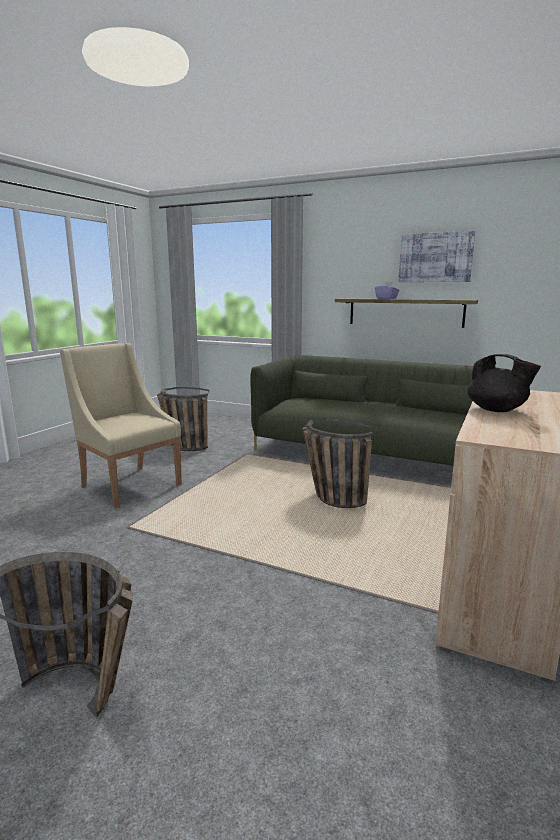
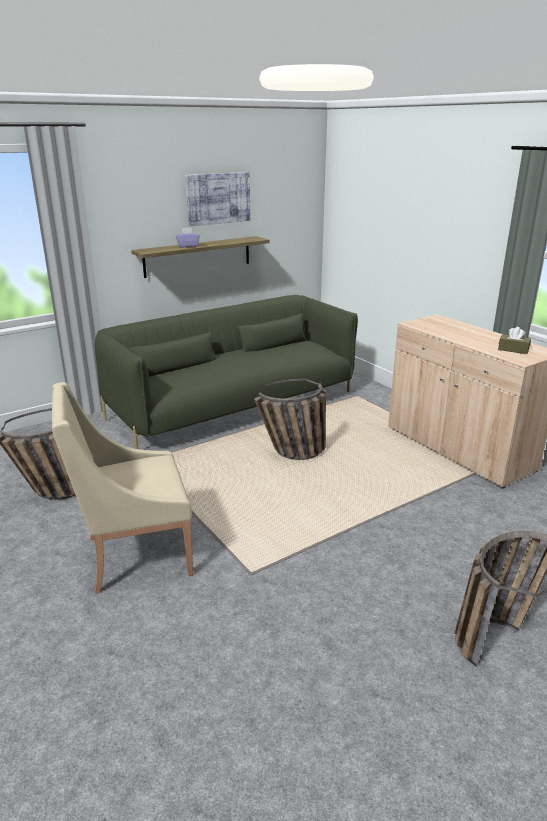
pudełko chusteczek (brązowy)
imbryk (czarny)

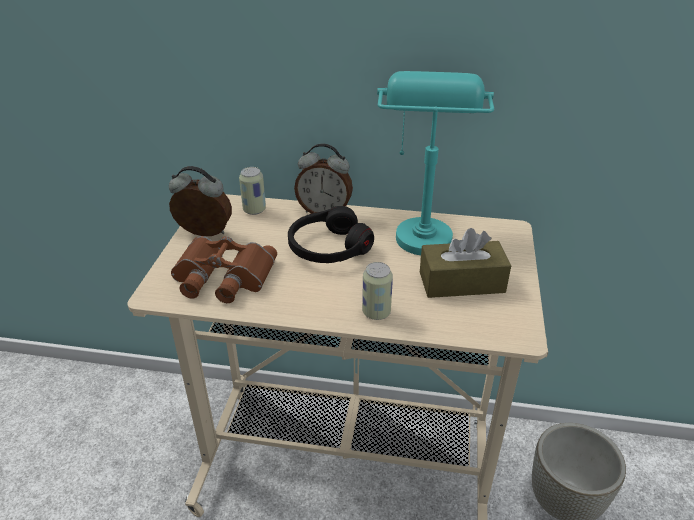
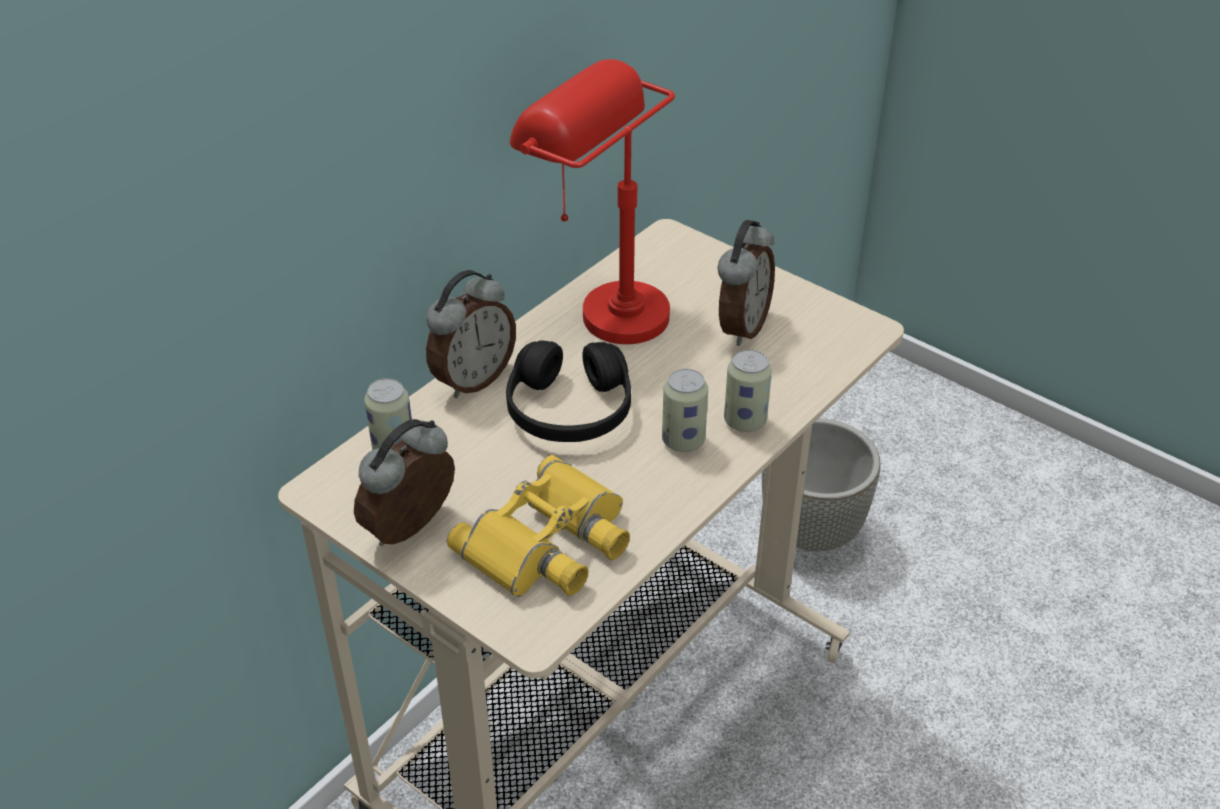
lornetka (żółty)
lampa stołowa (czerwony)
puszka (no. 2 from left)
budzik (no. 3 from left)

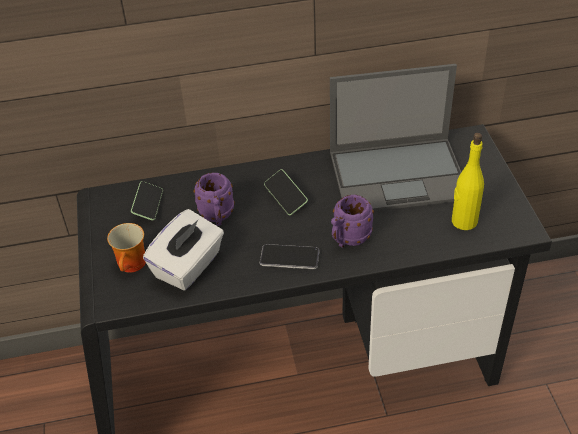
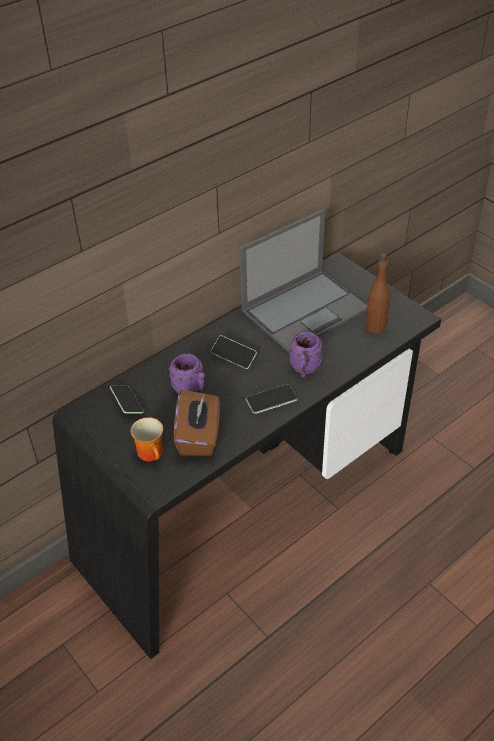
pudełko chusteczek (brązowy)
butelka (brązowy)

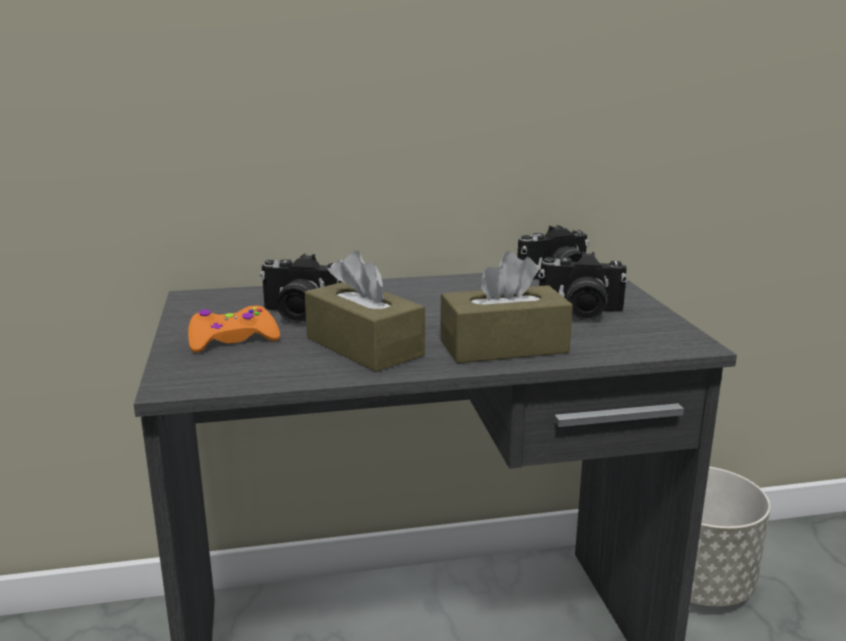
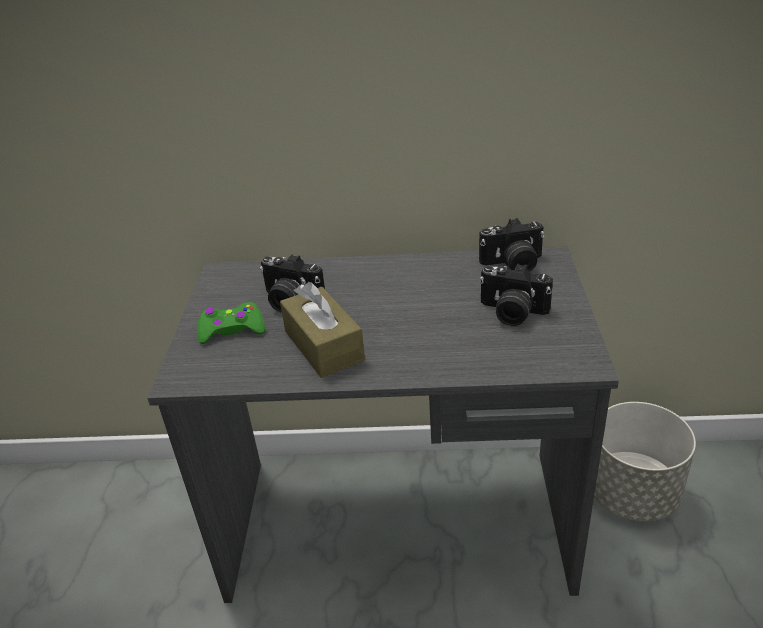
pad do gier (zielony)
pudełko chusteczek (brązowy) (no. 2 from left in the first image)

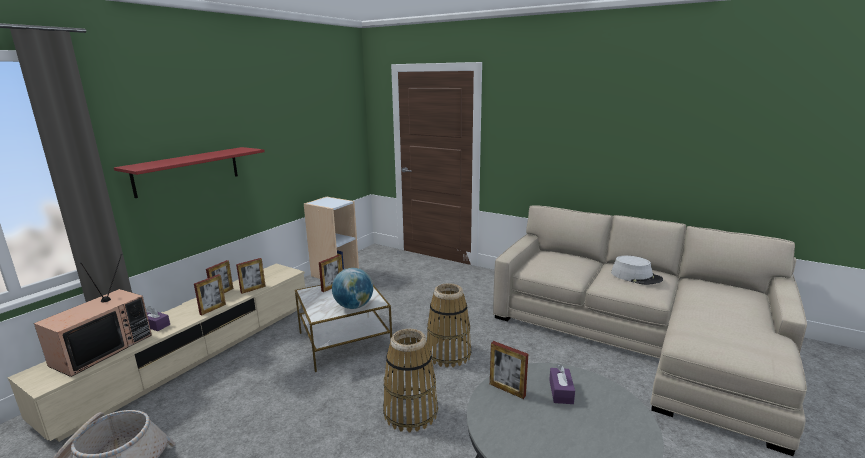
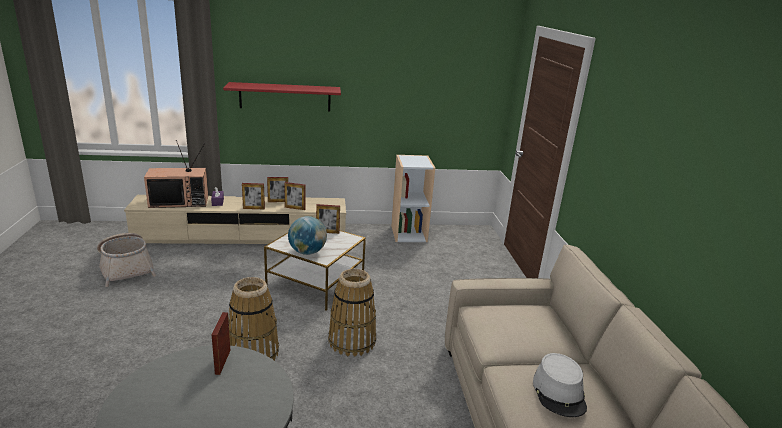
pudełko chusteczek (fioletowy) (no. 2 from left in the first image)

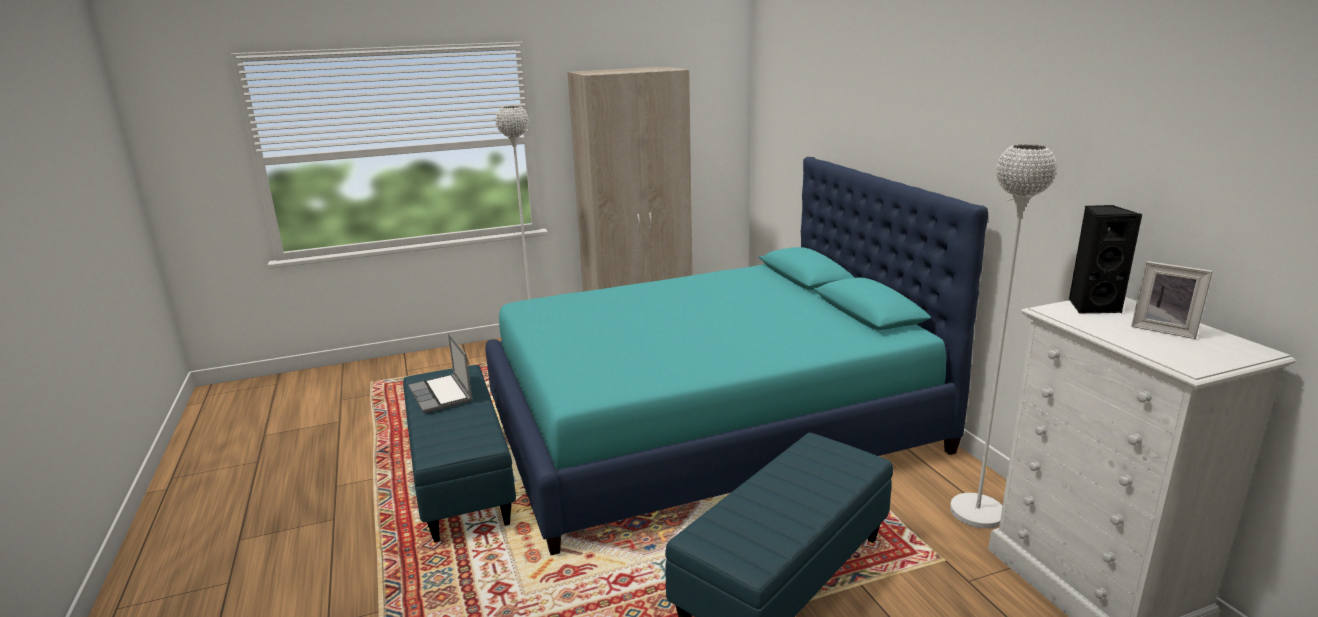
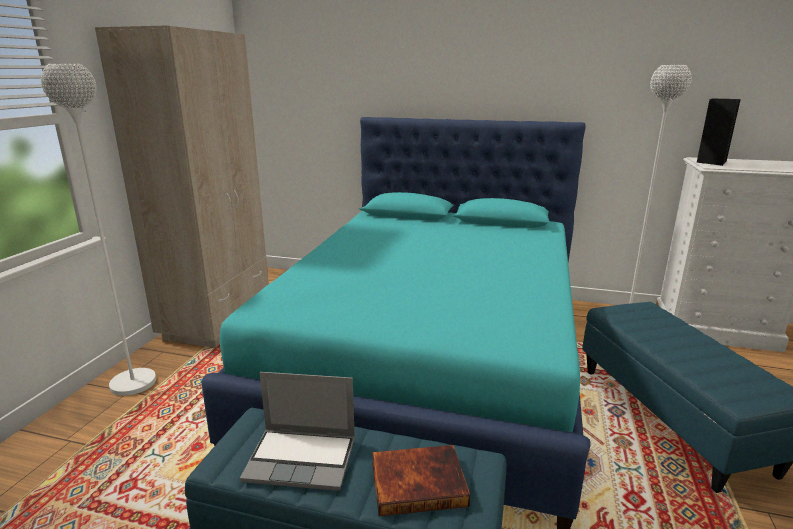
książka
ramka na zdjęcie

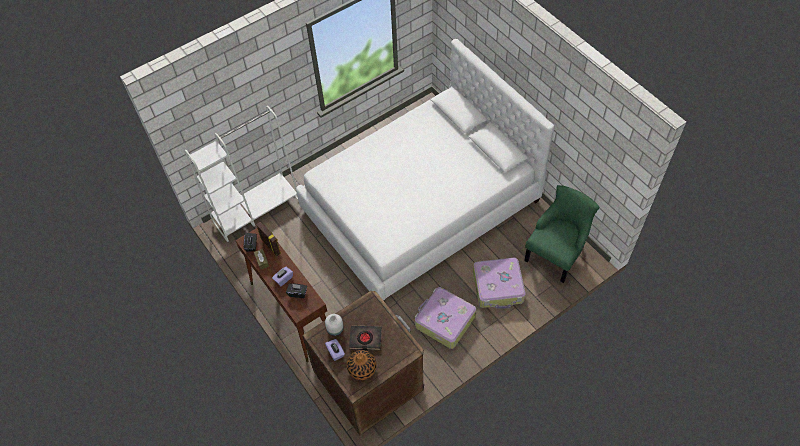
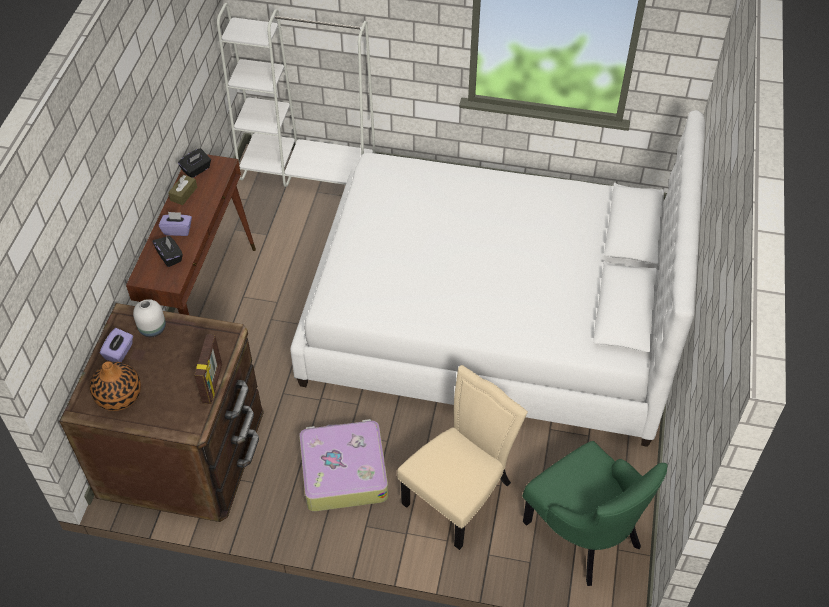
ramka na zdjęcie
krzesło (beżowy)
krzesło (zielony)
książka (czarny)

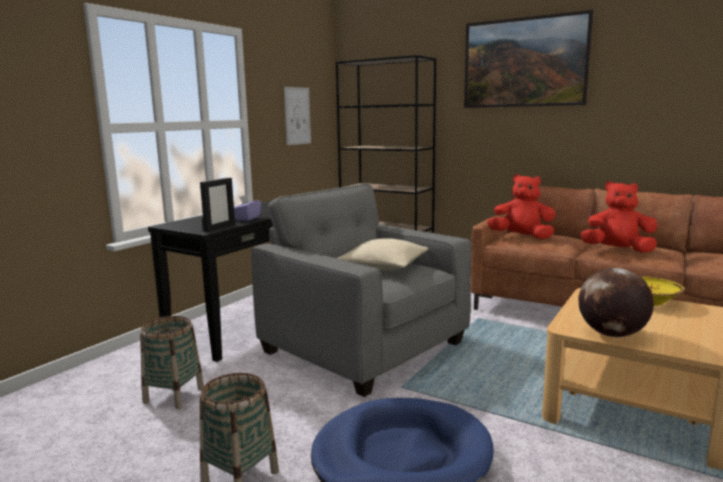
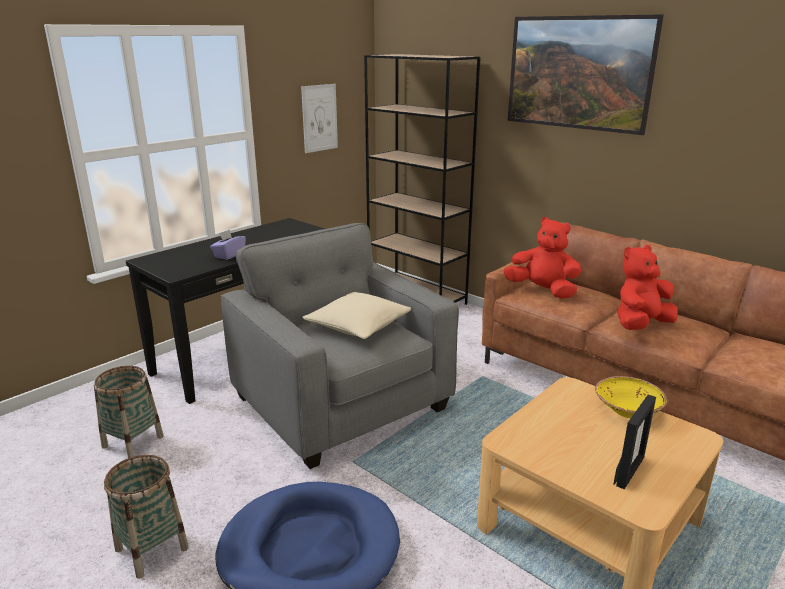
ramka na zdjęcie
pluszak (czerwony) (no. 2 from left)
globus

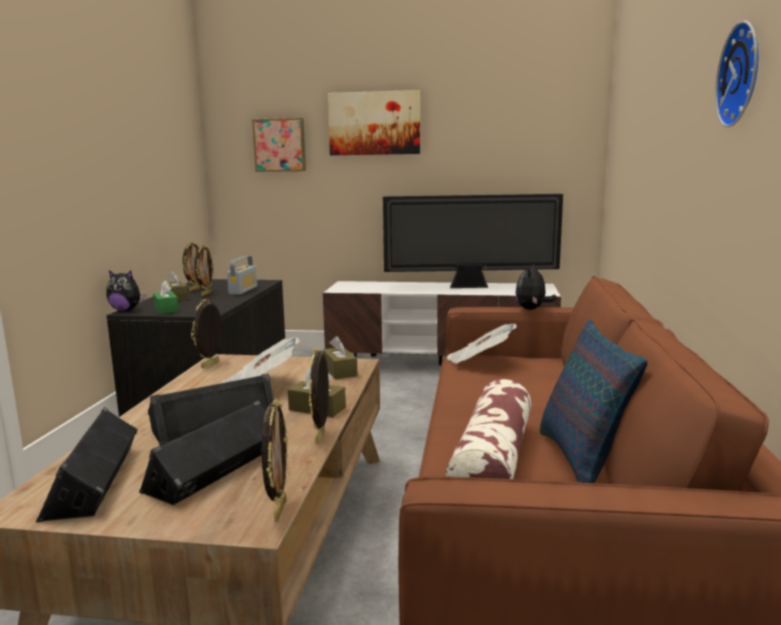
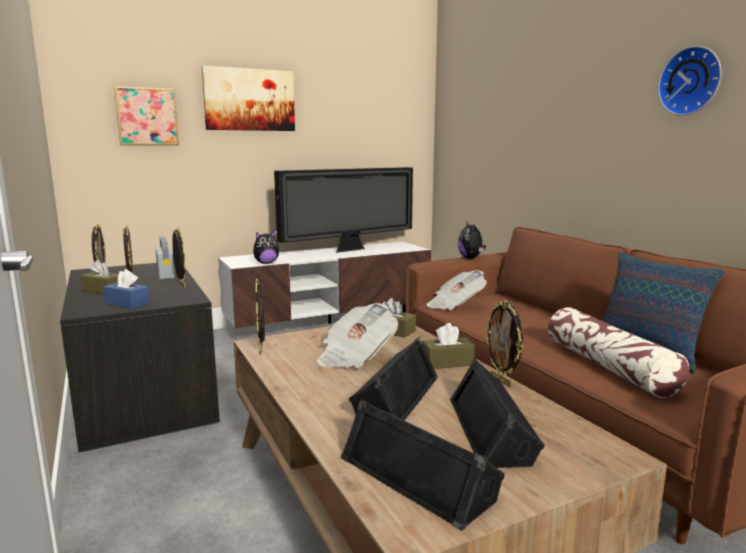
pudełko chusteczek (niebieski)
ramka na zdjęcie (no. 3 from left)
pluszak (no. 1 from left)

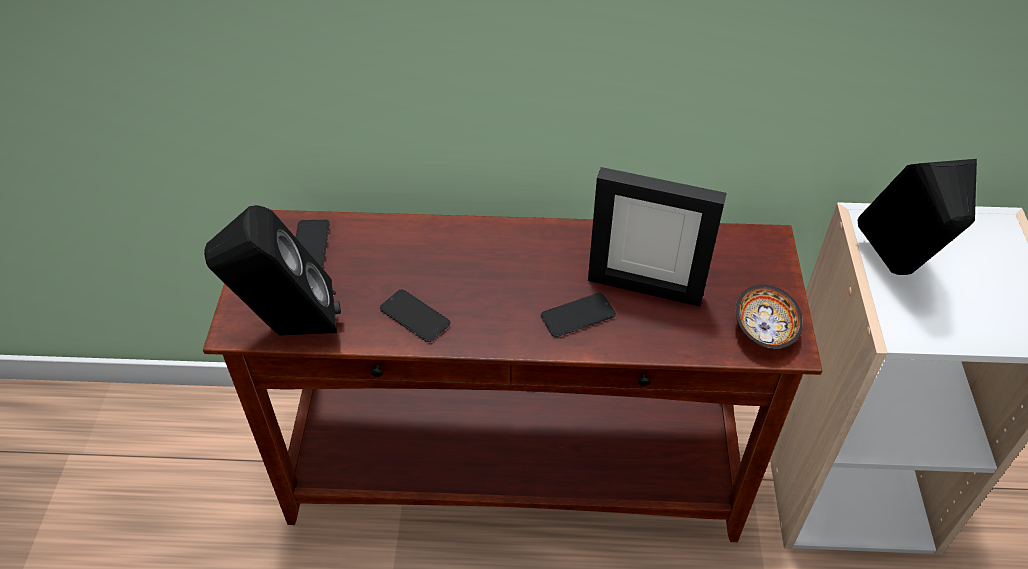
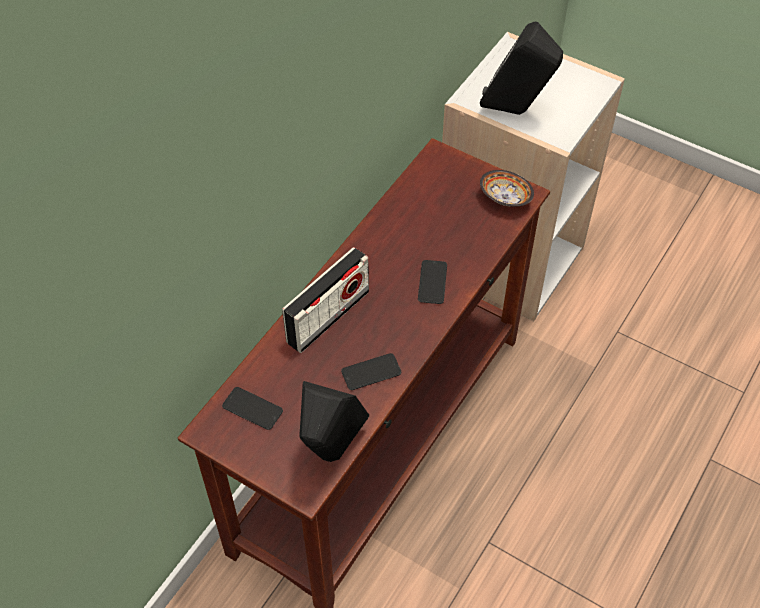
radio
ramka na zdjęcie

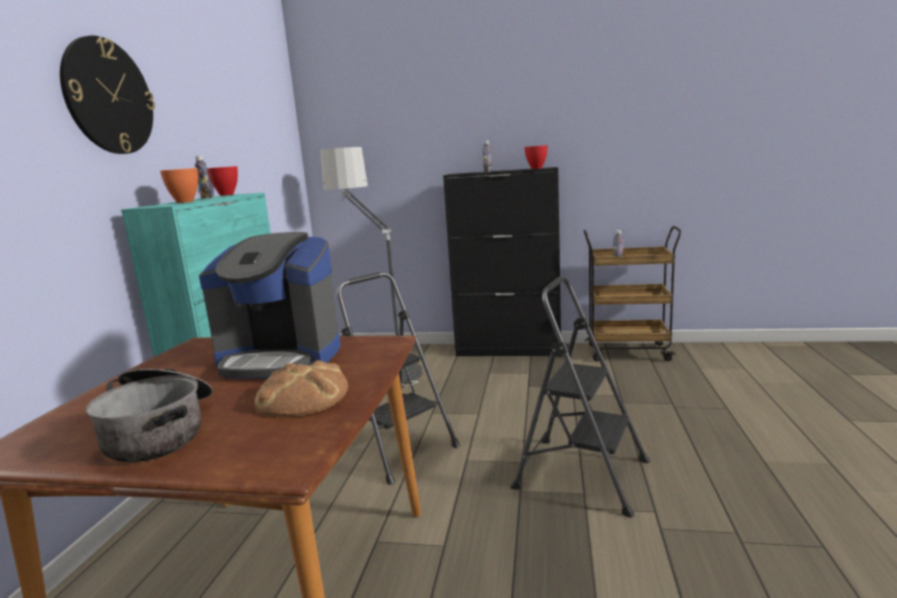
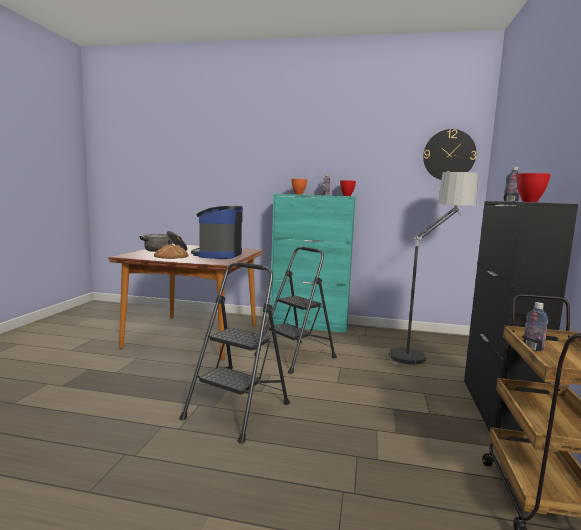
zegar ścienny

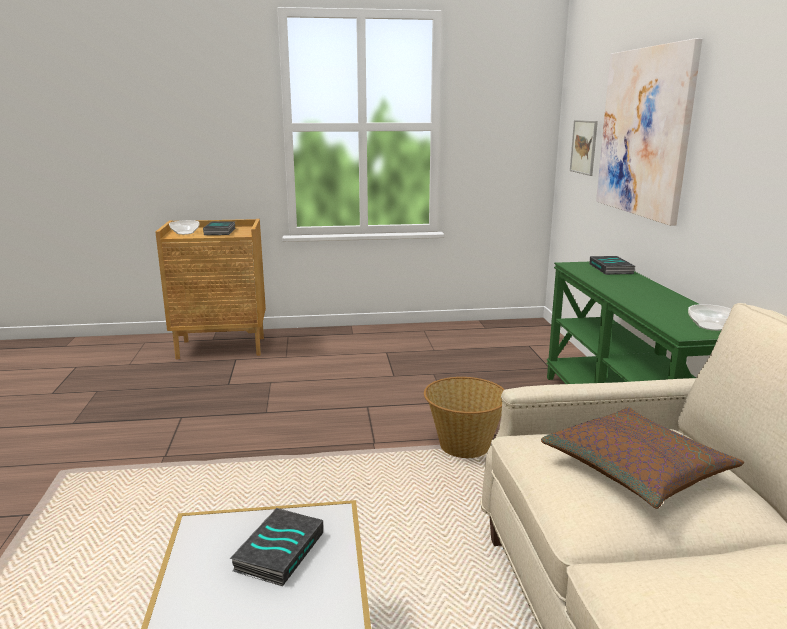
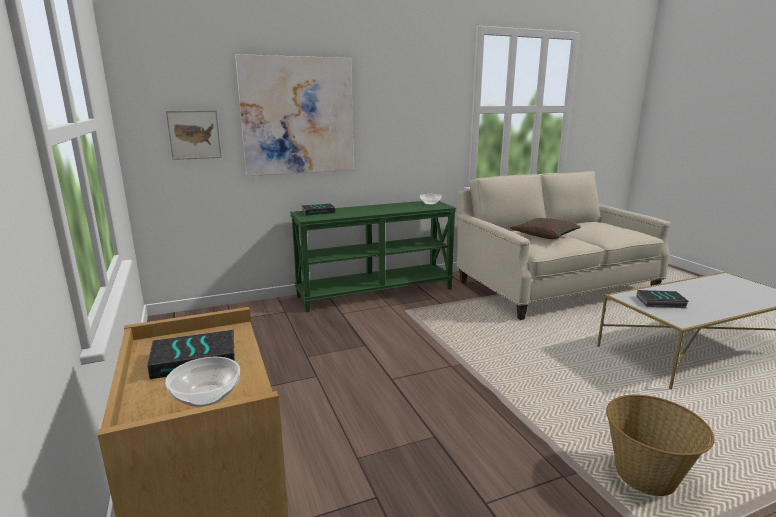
koszyk

